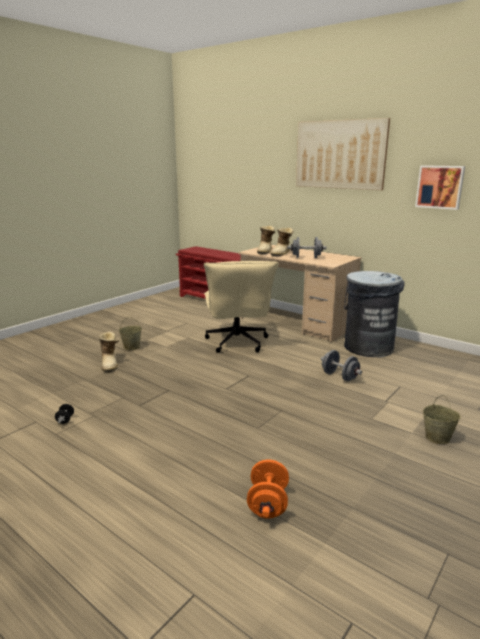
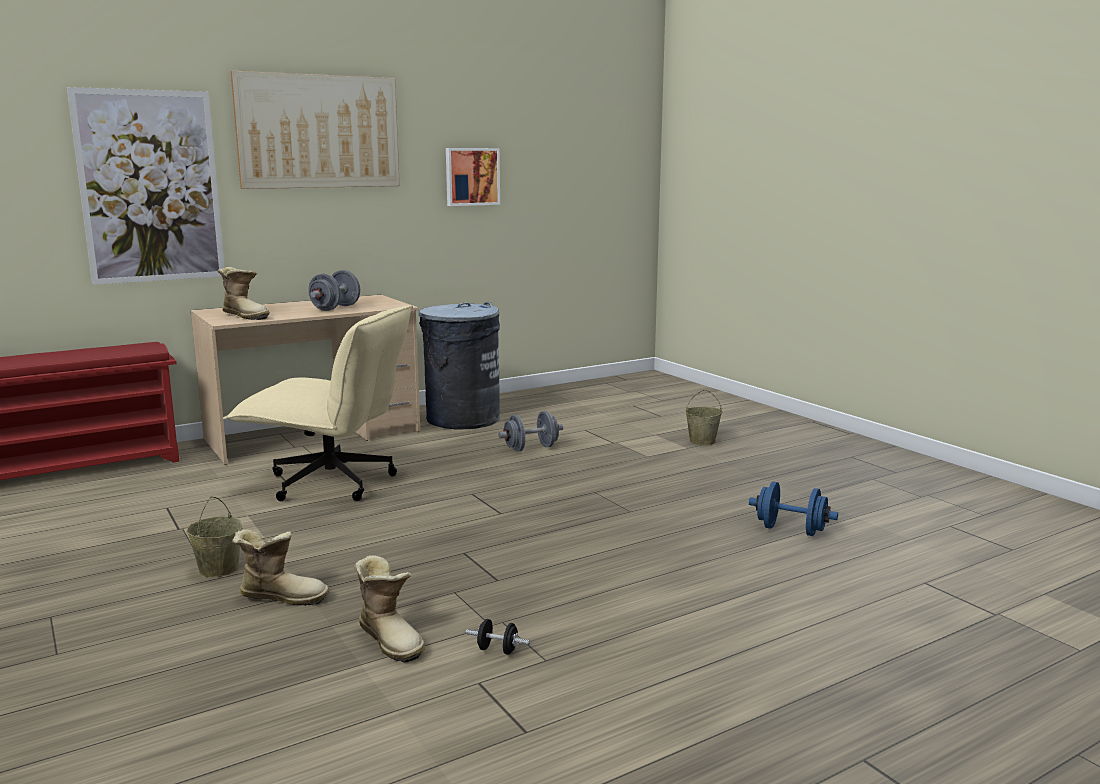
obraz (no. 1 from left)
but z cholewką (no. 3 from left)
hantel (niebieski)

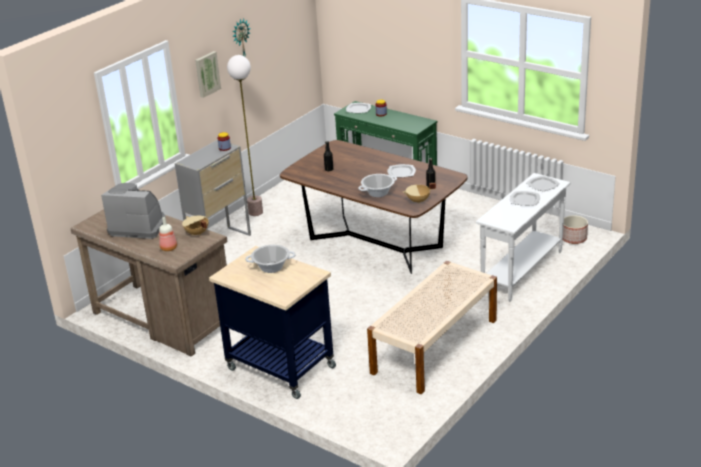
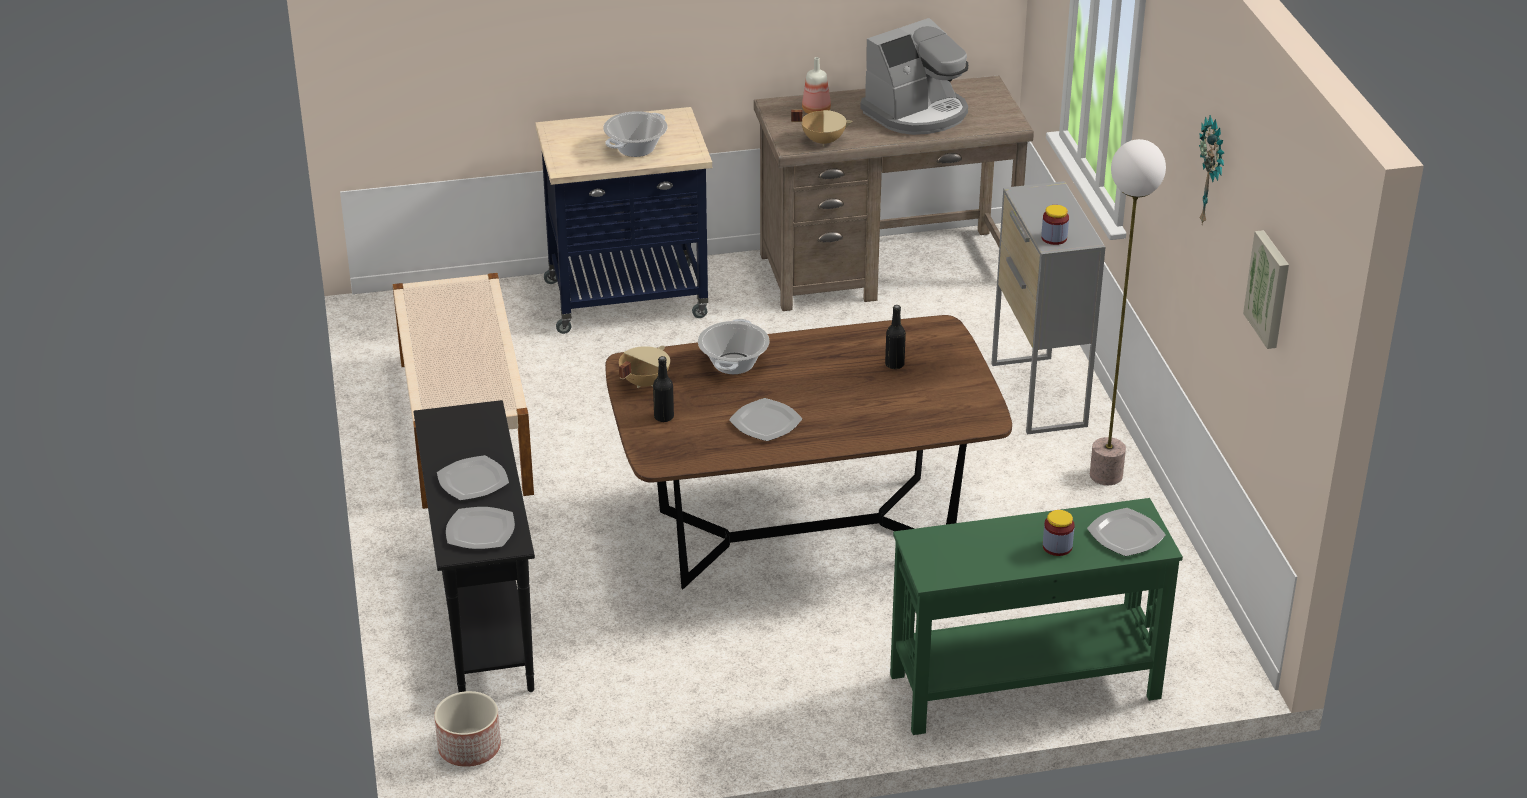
stolik konsolowy (czarny)
obraz

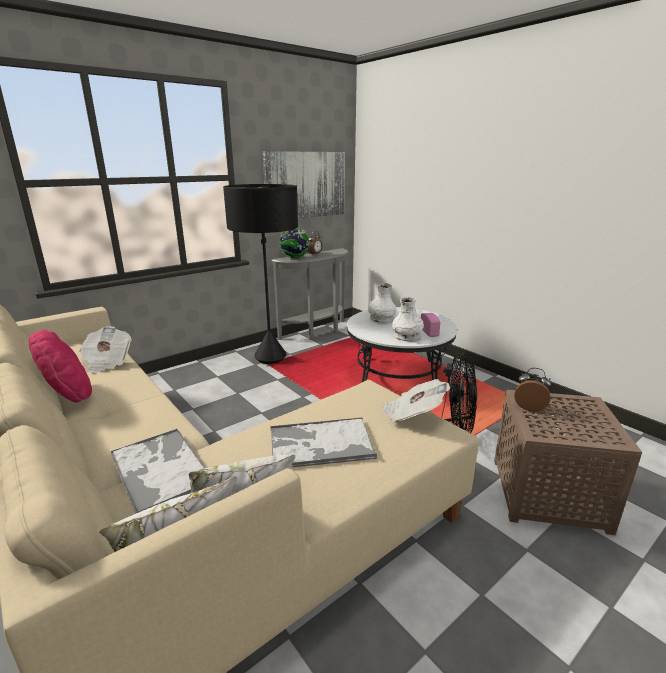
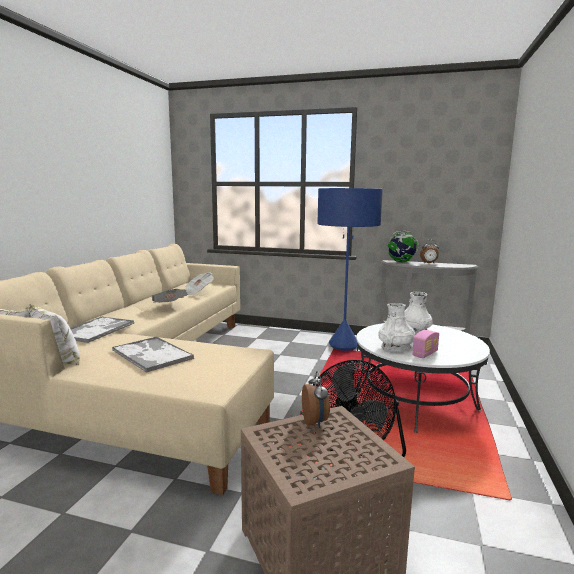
gazeta (no. 1 from left)
lampa stojąca (niebieski)
poduszka (różowy)
obraz

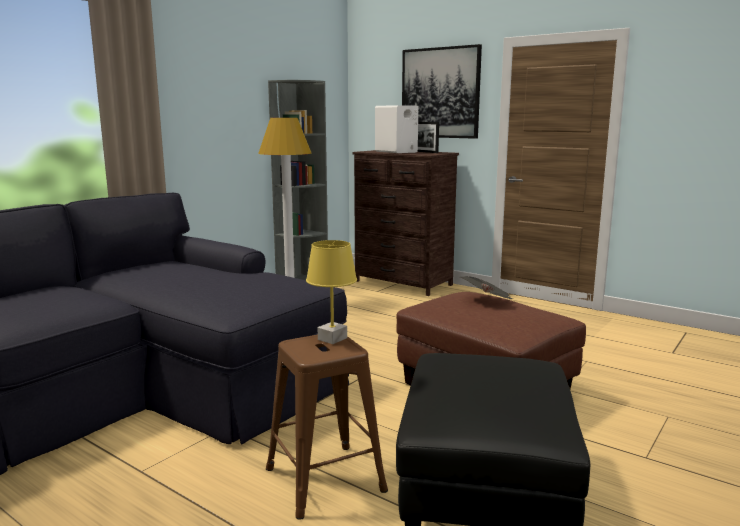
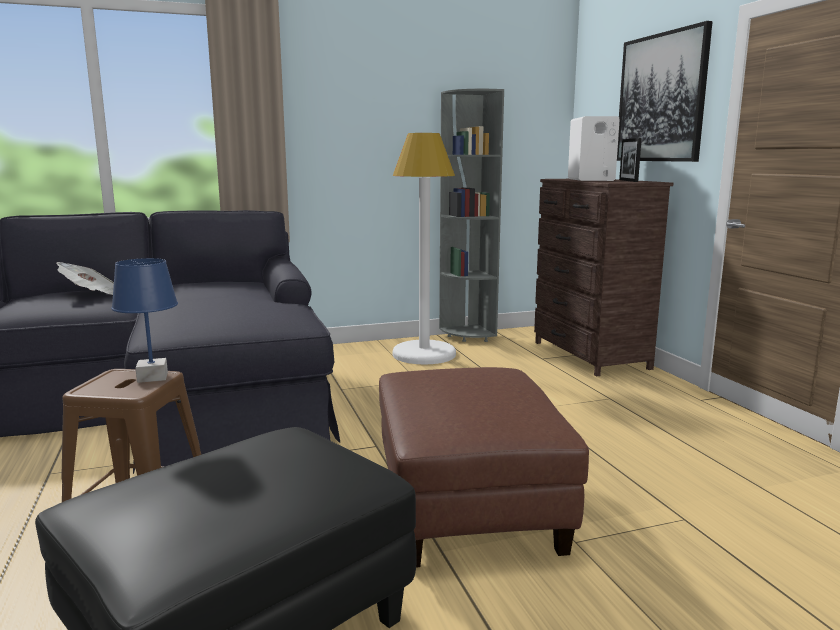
gazeta
lampa stołowa (niebieski)

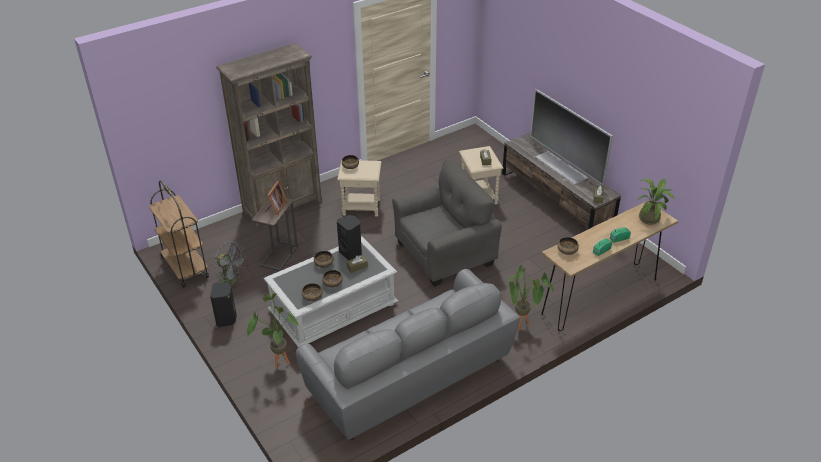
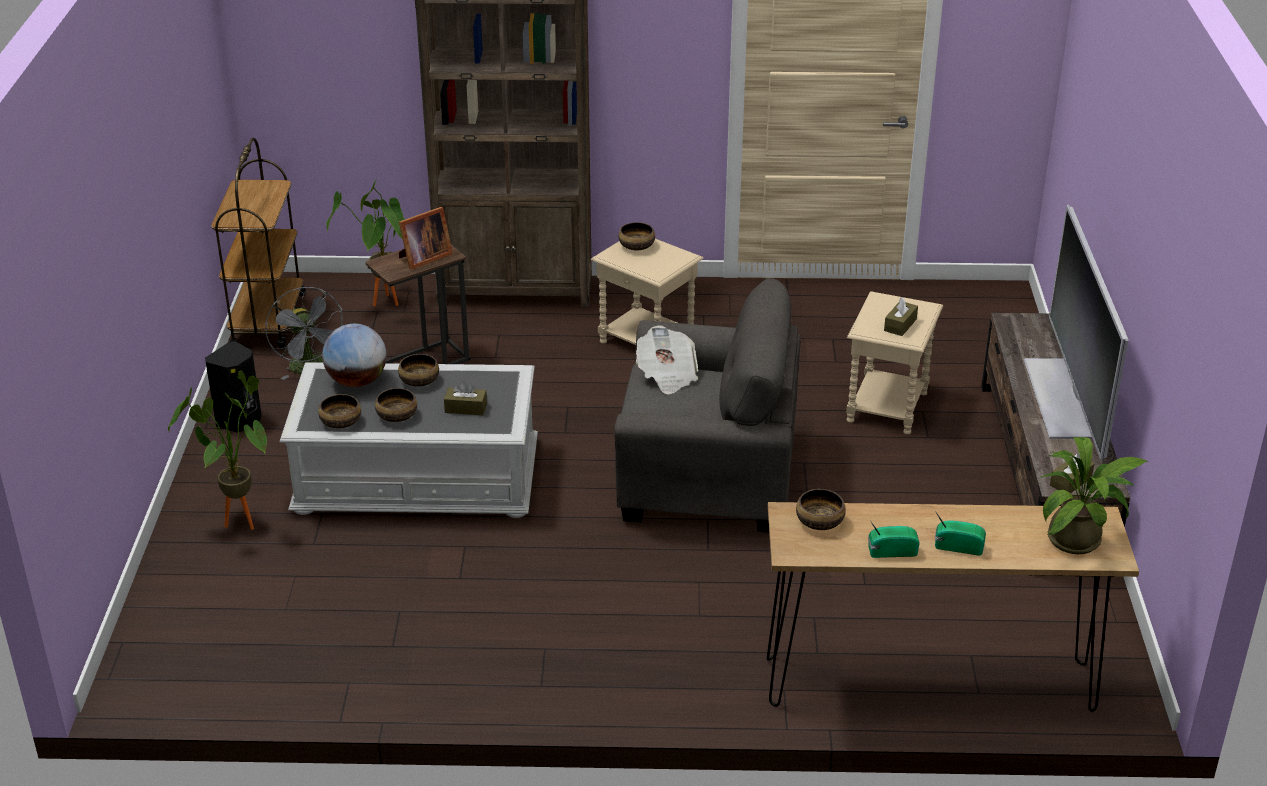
globus
roślina doniczkowa (no. 2 from left)
gazeta
kanapa (szary)
głośnik (czarny) (no. 2 from left in the first image)

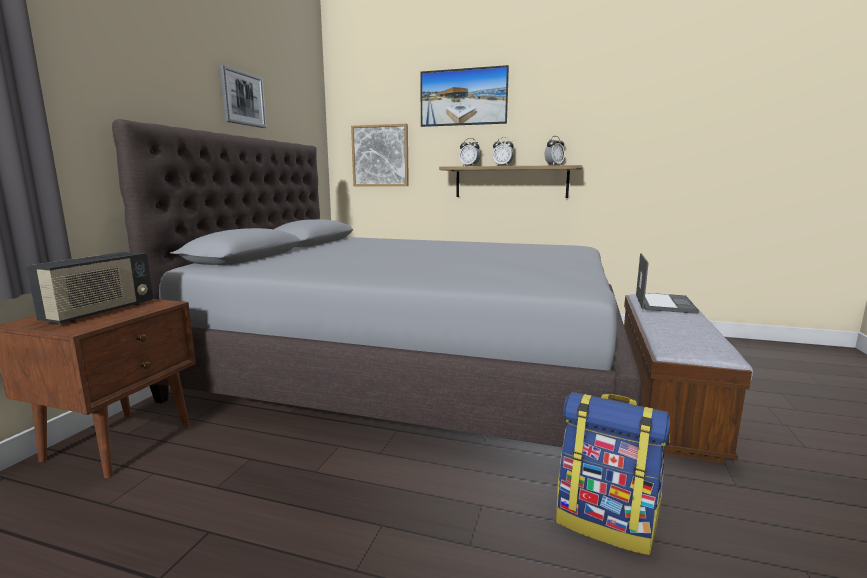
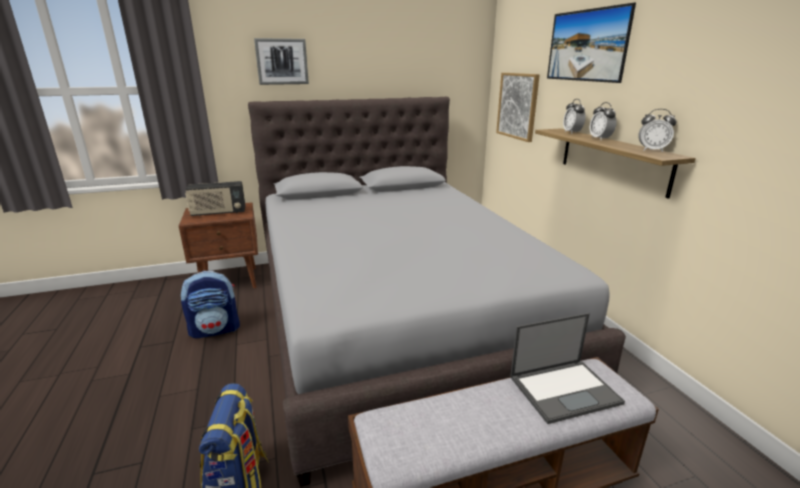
plecak (no. 1 from left)
obraz (no. 1 from left)

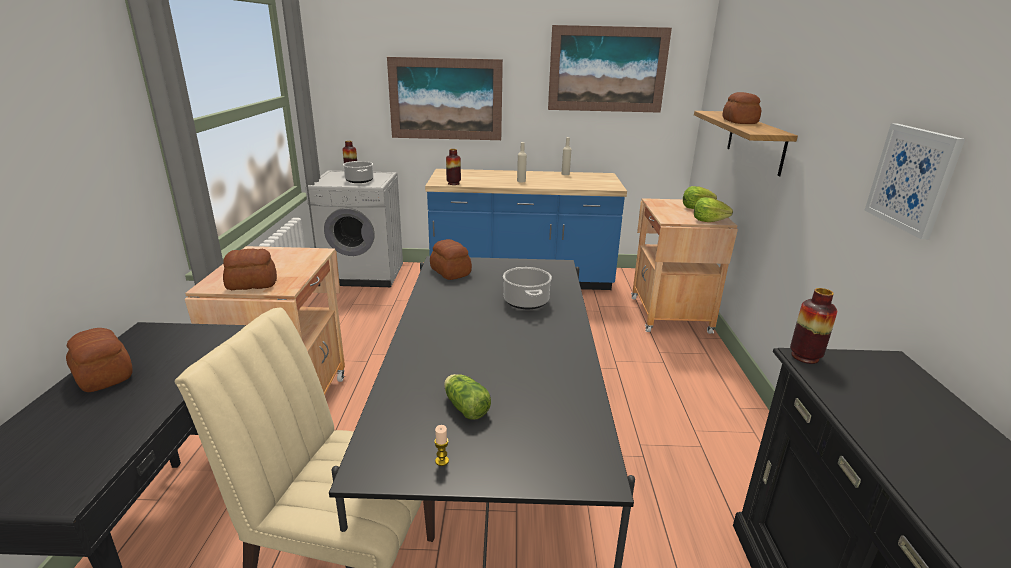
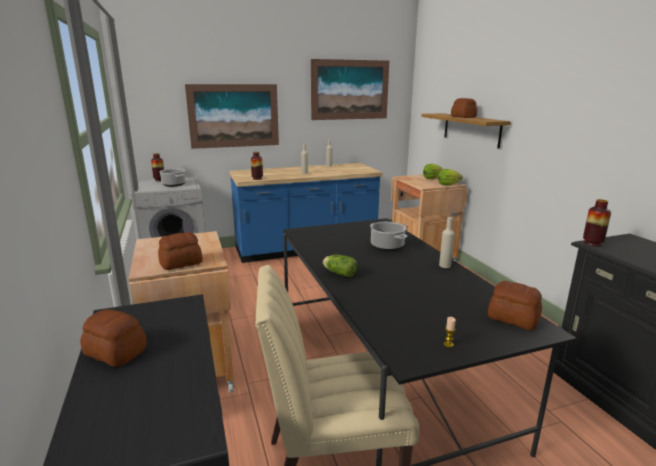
sałata (no. 1 from left)
butelka (beżowy) (no. 3 from left)
chleb (no. 4 from left)
obraz (no. 3 from left in the first image)

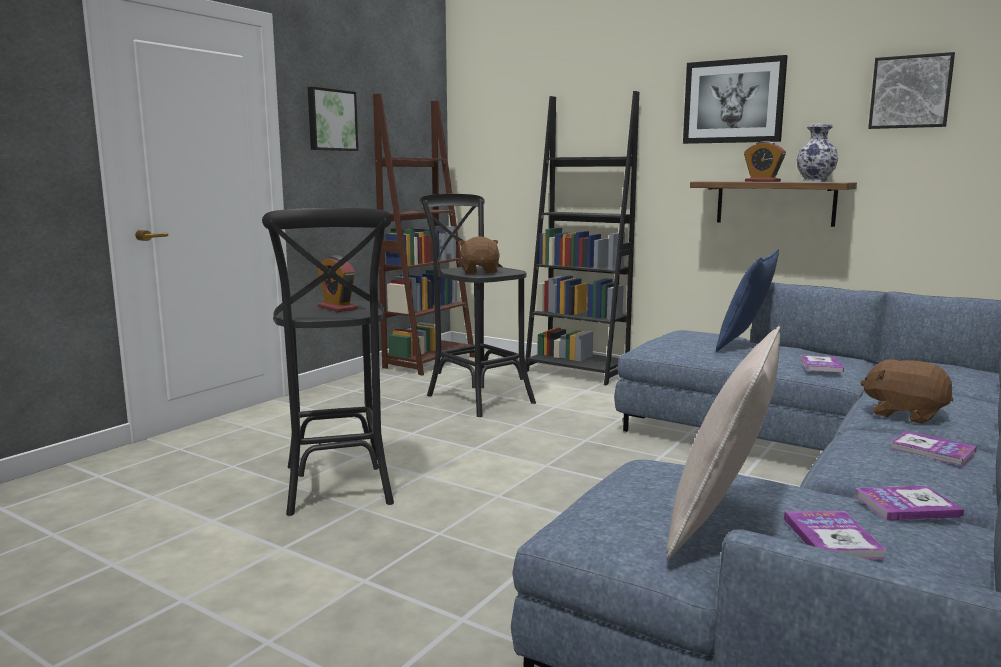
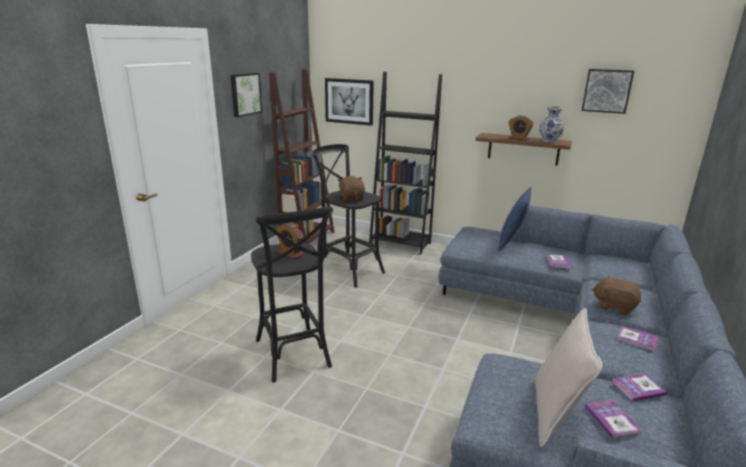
obraz (no. 2 from left)

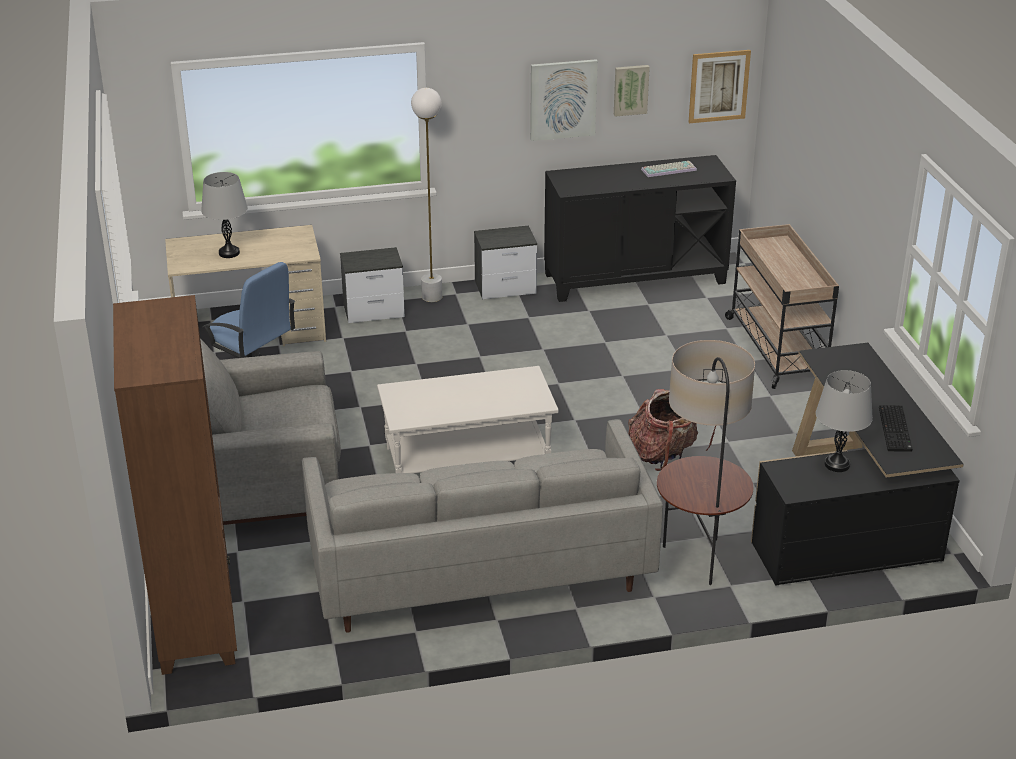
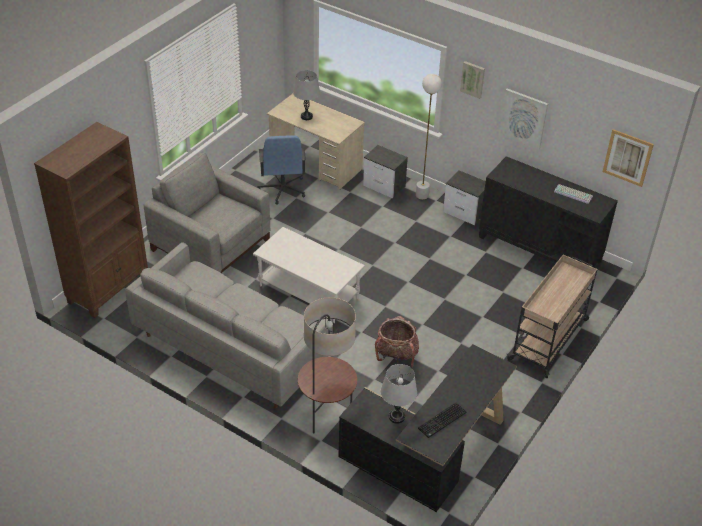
obraz (no. 1 from left)

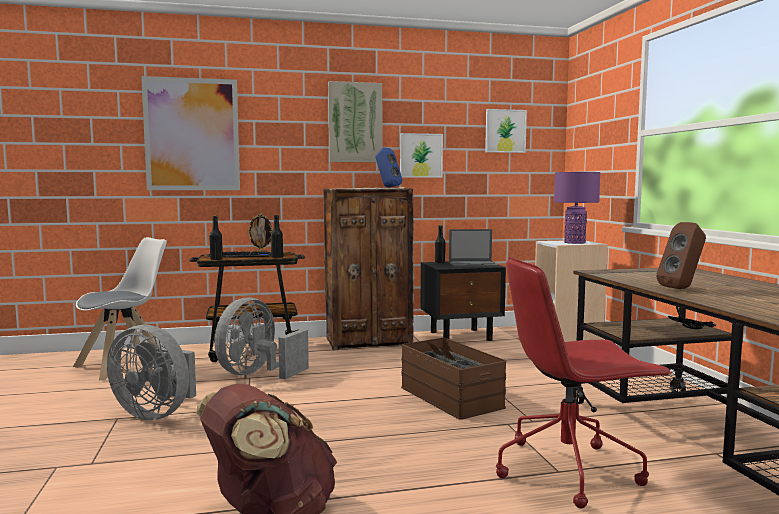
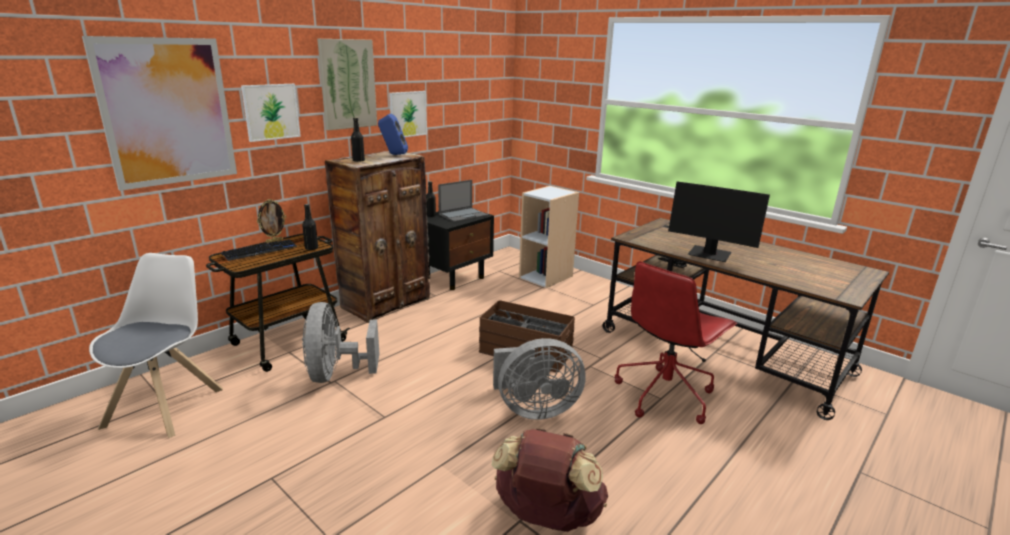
obraz (no. 2 from left)
butelka (czarny) (no. 2 from left)
wentylator (szary) (no. 2 from left)
monitor
lampa stołowa (fioletowy)

